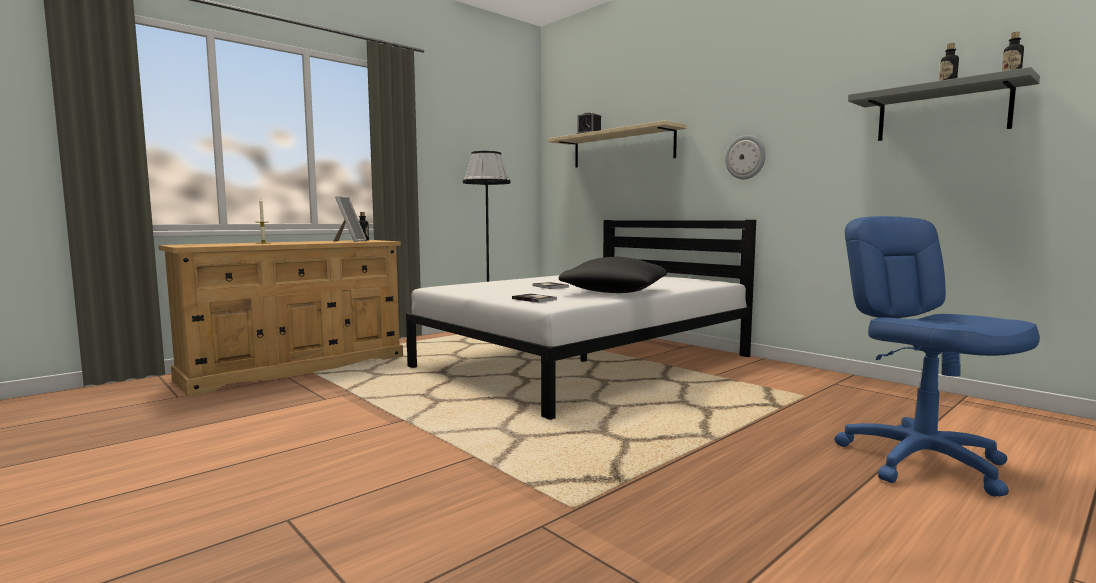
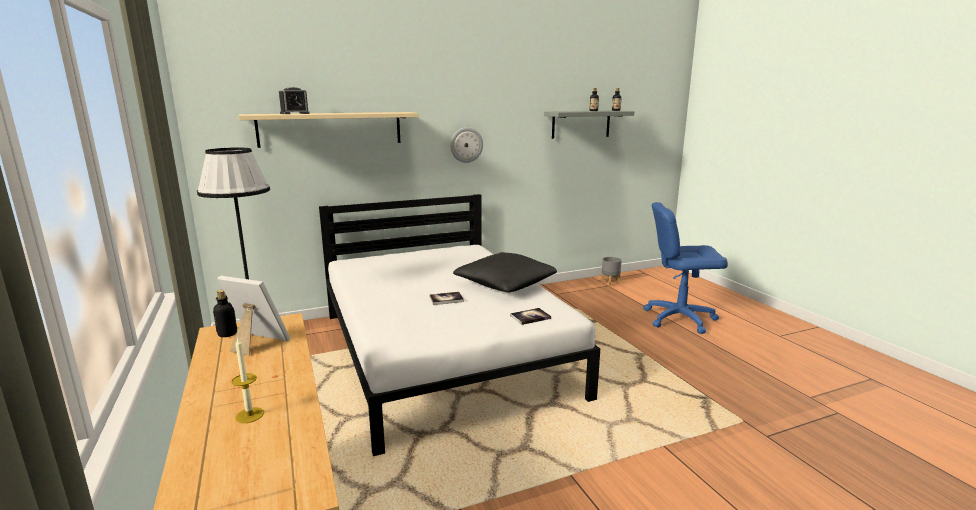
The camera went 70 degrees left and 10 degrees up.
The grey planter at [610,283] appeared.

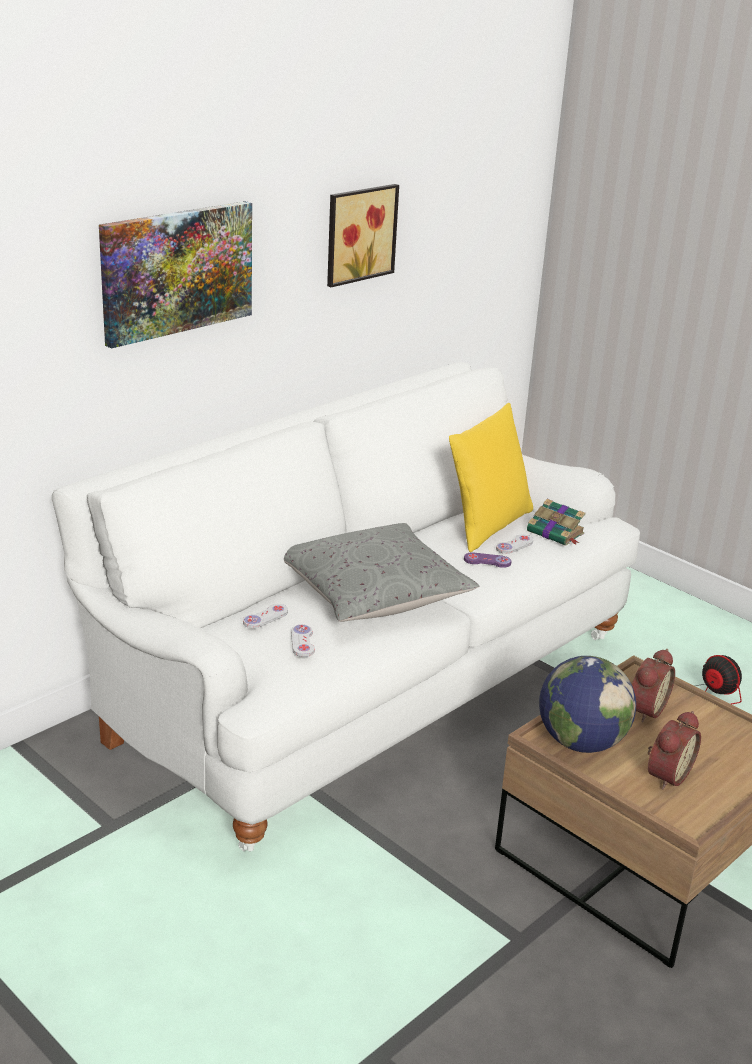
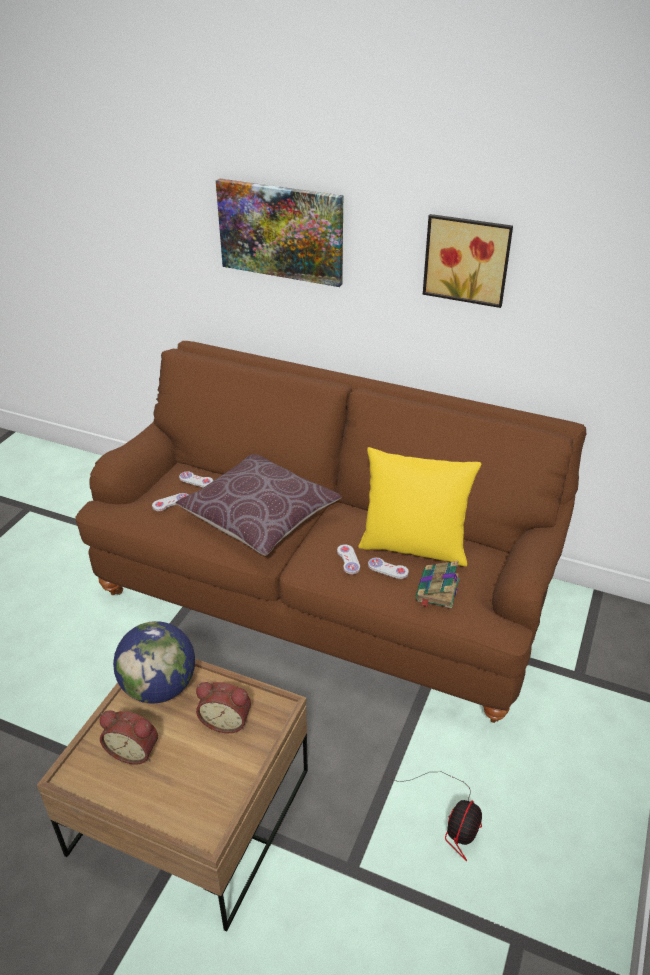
The camera went 70 degrees right and 10 degrees up.
The white sofa at [366,683] became the brown sofa at [325,593].
The grey pillow at [373,593] became the brown pillow at [259,516].
The purple game controller at [487,561] became the white game controller at [348,560].

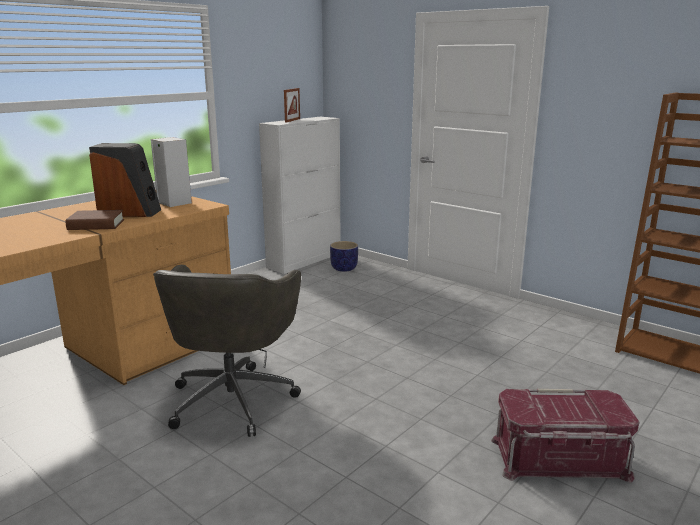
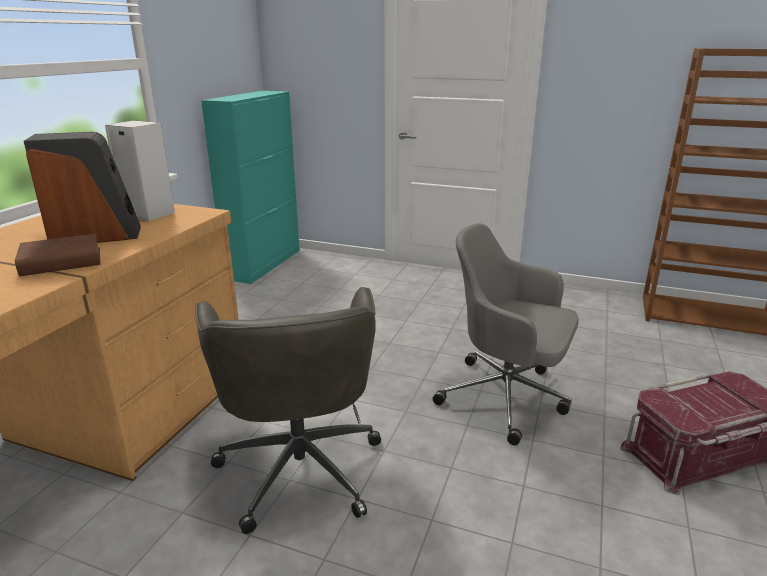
The camera went 20 degrees left and 5 degrees up.
The picture frame at [292,120] disappeared.
The planter at [344,268] disappeared.
The grey office chair at [506,397] appeared.
The white cabinet at [305,260] became the turquoise cabinet at [264,264].

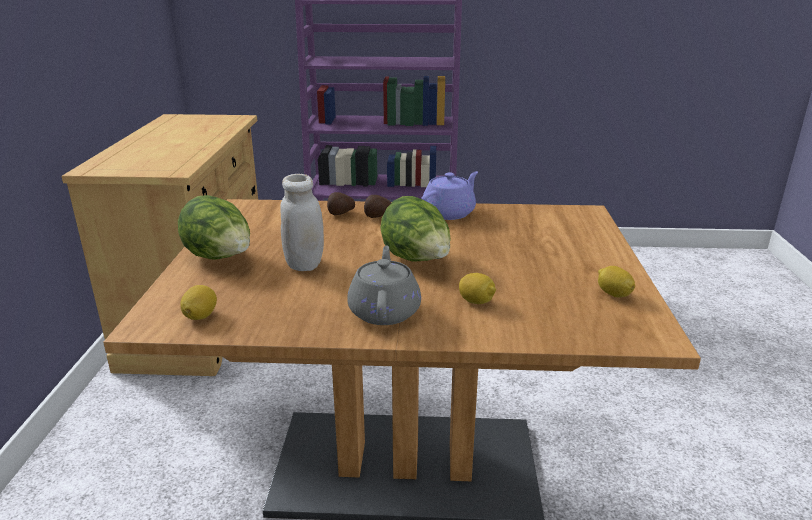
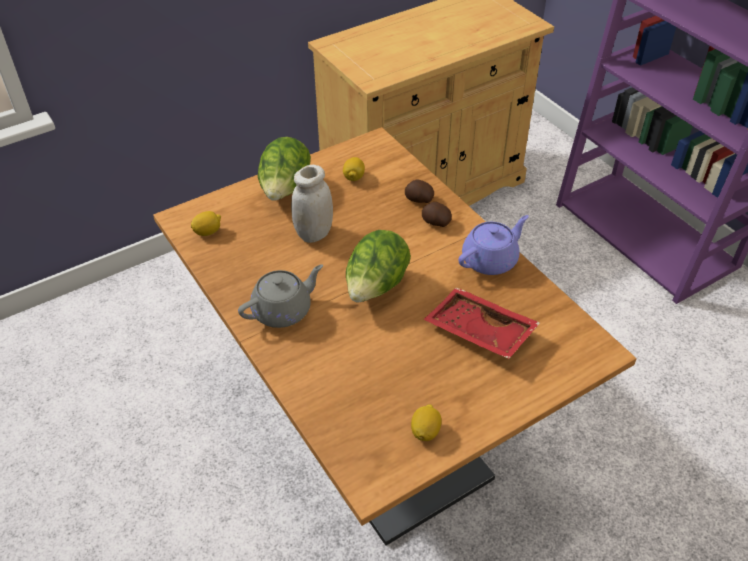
The camera went 55 degrees right and 20 degrees up.
The red tray at [478,332] appeared.
The lemon moved from [476,301] to [354,177].
The purple teapot at [449,213] turned 45 degrees counterclockwise.

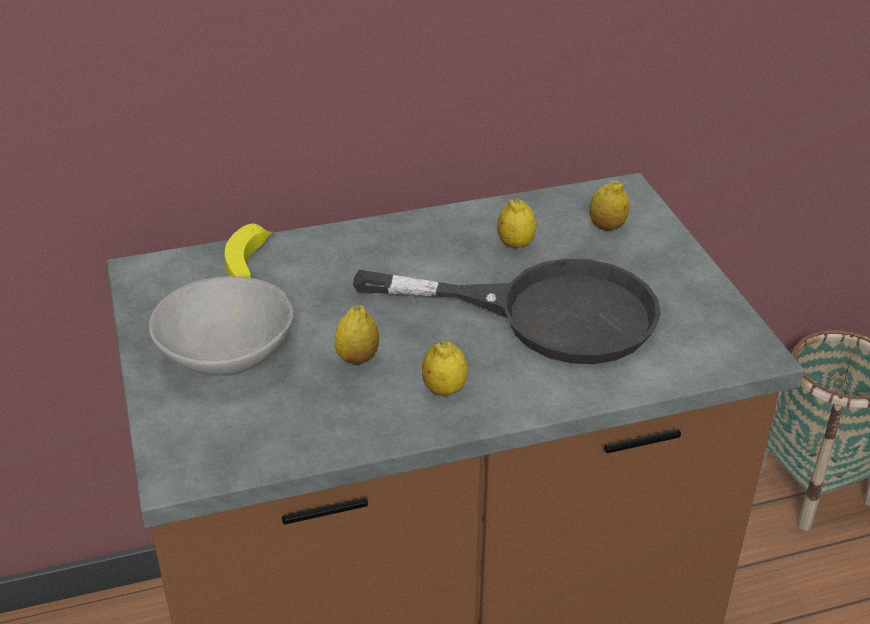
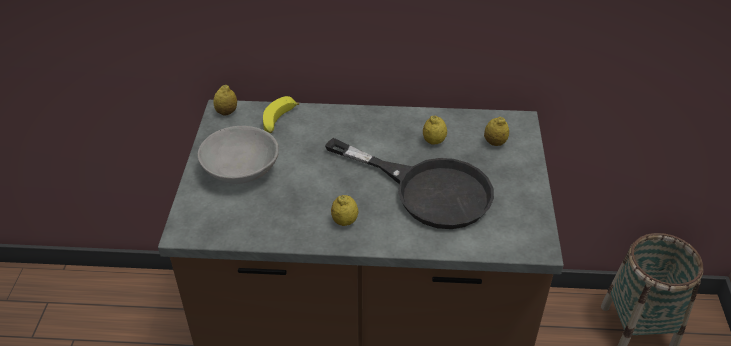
The camera went 20 degrees right and 5 degrees up.
The lemon moved from [357,358] to [226,112].

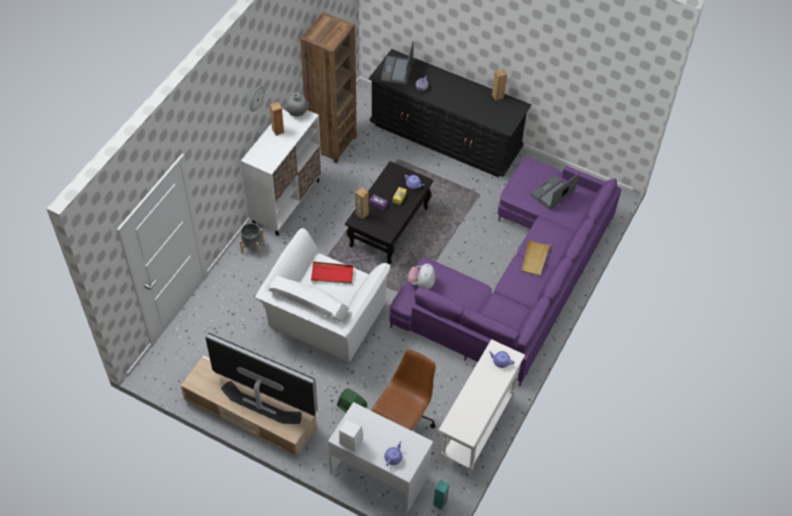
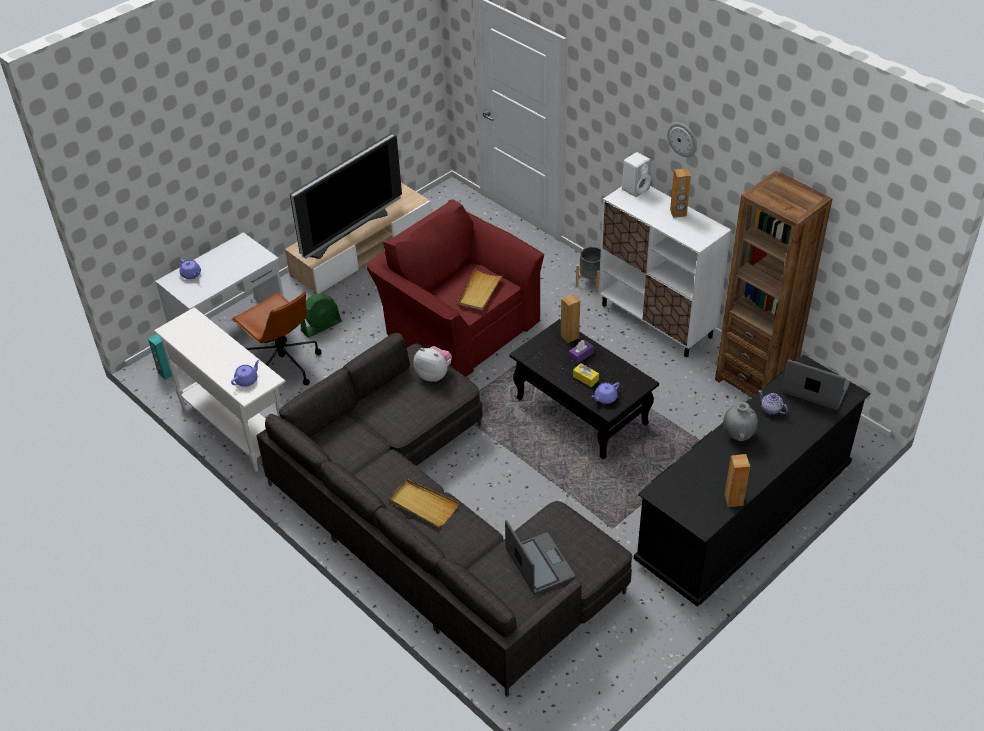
The camera went 110 degrees right and 10 degrees down.
The grey vase moved from [297,113] to [738,435].
The white speaker moved from [350,441] to [636,188].
The white armchair at [324,319] became the red armchair at [457,324].
The red tray at [332,274] became the beige tray at [479,291].
The purple sofa at [516,282] became the grey sofa at [433,527].

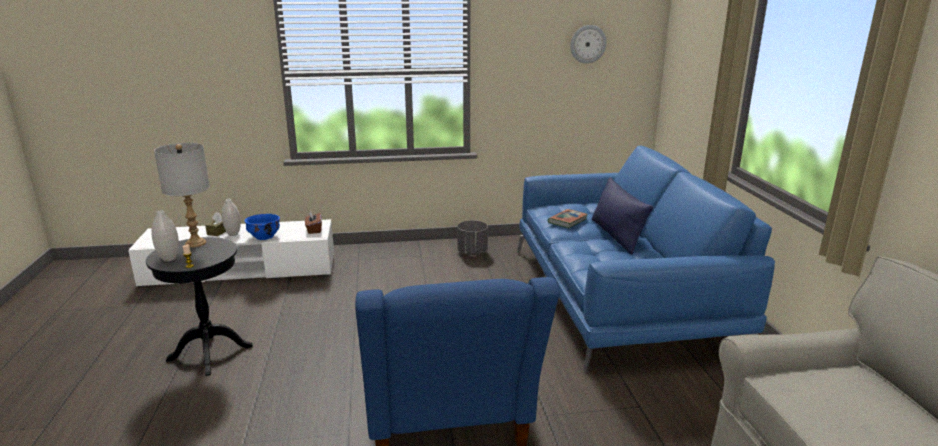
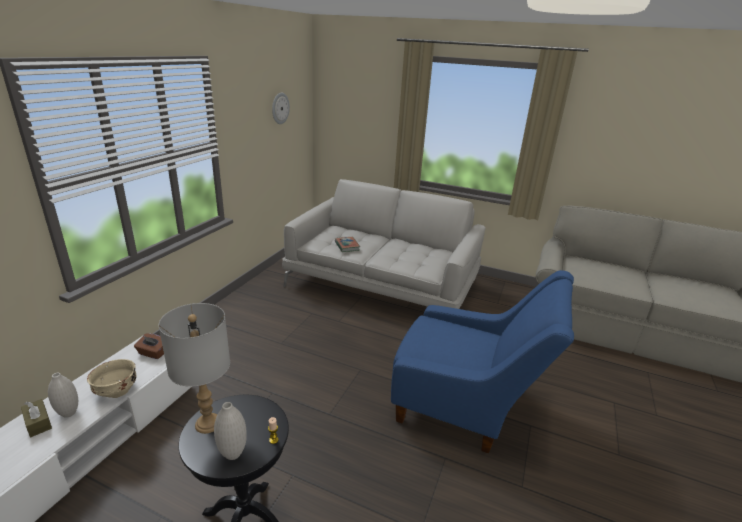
The camera went 60 degrees left and 5 degrees up.
The grey planter at [472,252] disappeared.
The blue pillow at [616,235] disappeared.
The blue bowl at [264,237] became the beige bowl at [117,391].
The blue sofa at [619,297] became the grey sofa at [383,283].

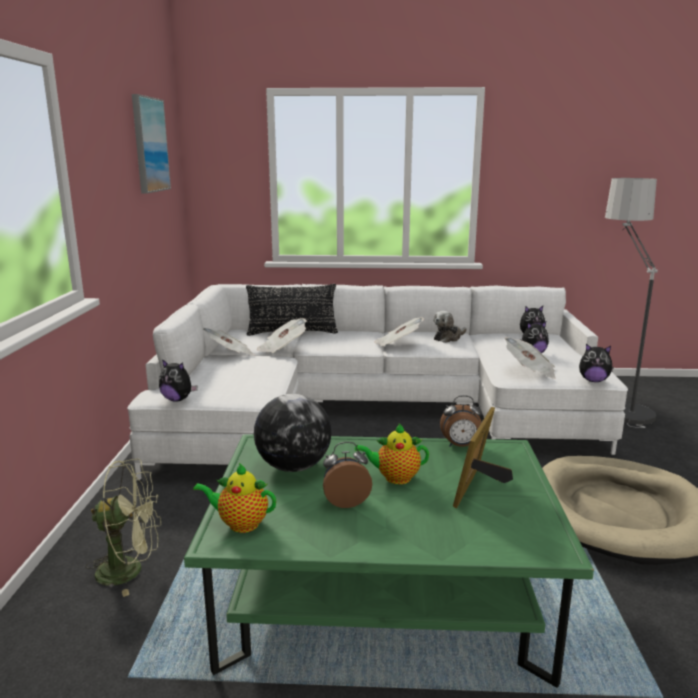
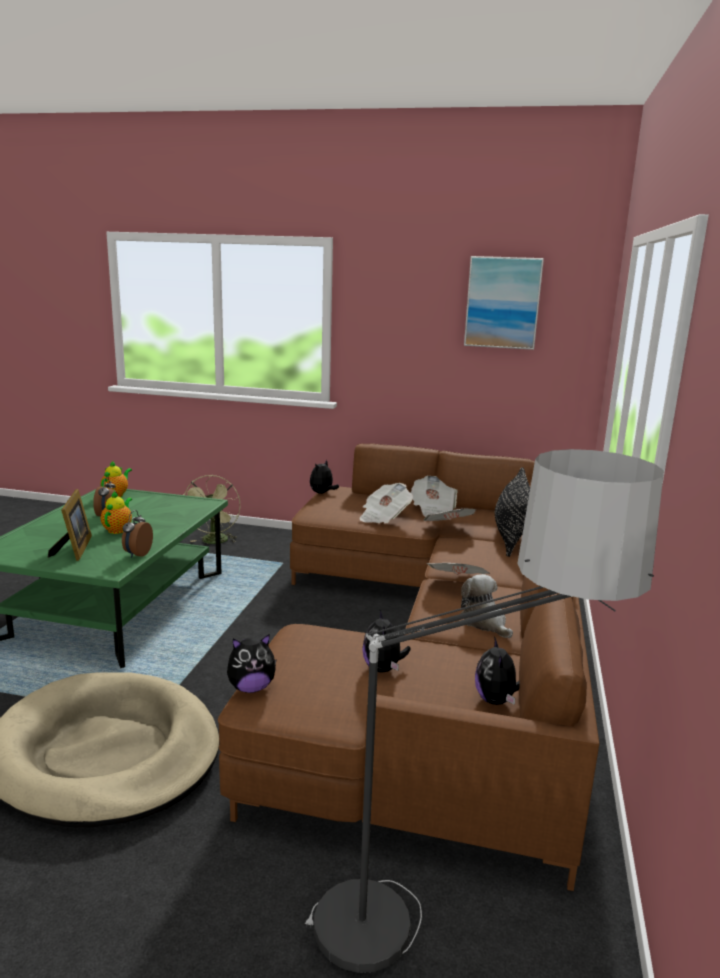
The camera went 100 degrees right and 0 degrees up.
The globe at [293,467] disappeared.
The newspaper moved from [530,371] to [383,517].
The white sofa at [370,412] became the brown sofa at [436,646].
The picture frame at [478,487] turned 45 degrees clockwise.
The plush toy at [593,380] turned 135 degrees counterclockwise.

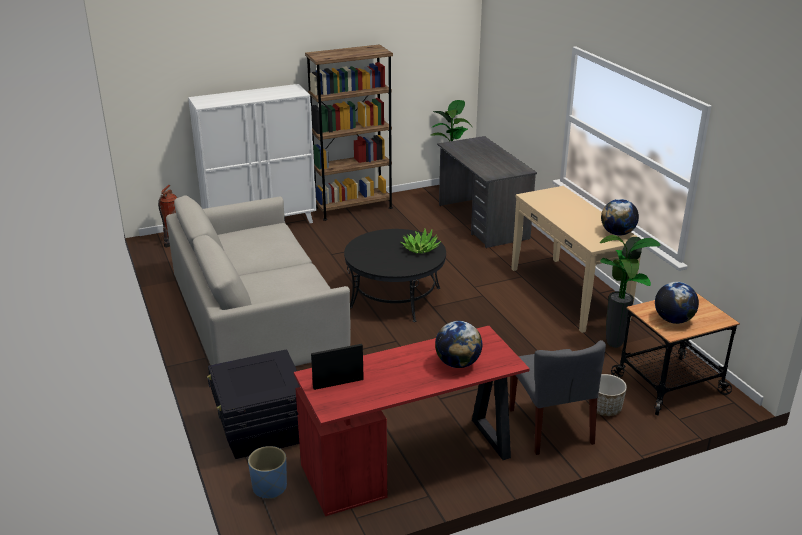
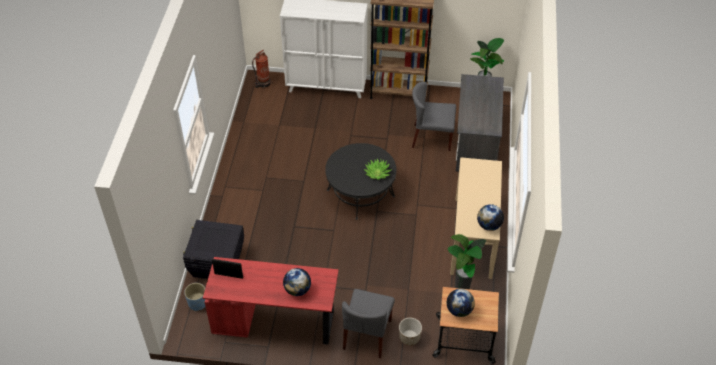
The camera went 30 degrees right and 20 degrees up.
The grey sofa at [255,311] disappeared.
The grey chair at [431,137] appeared.

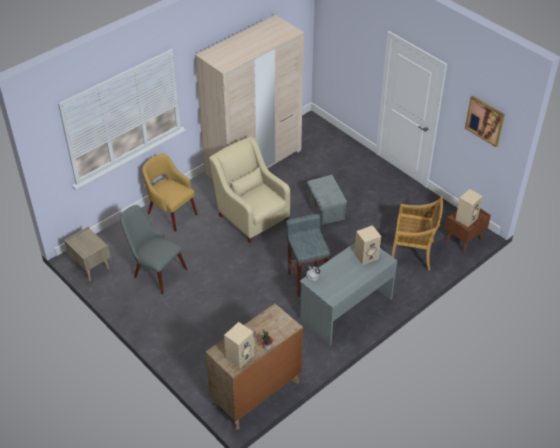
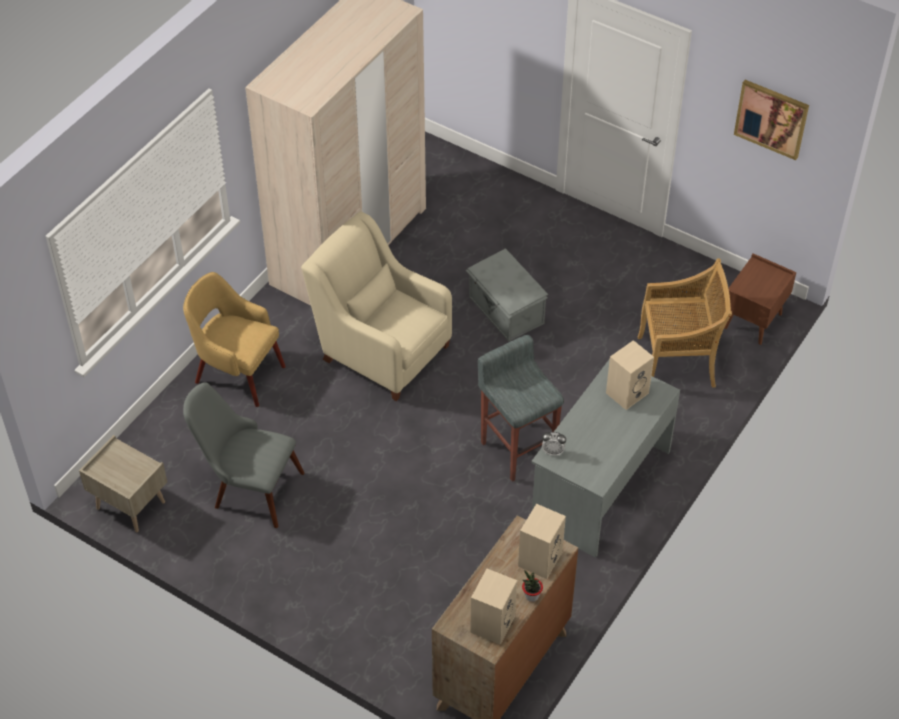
The camera went 15 degrees left and 5 degrees up.
The beige speaker moved from [466,218] to [539,558].

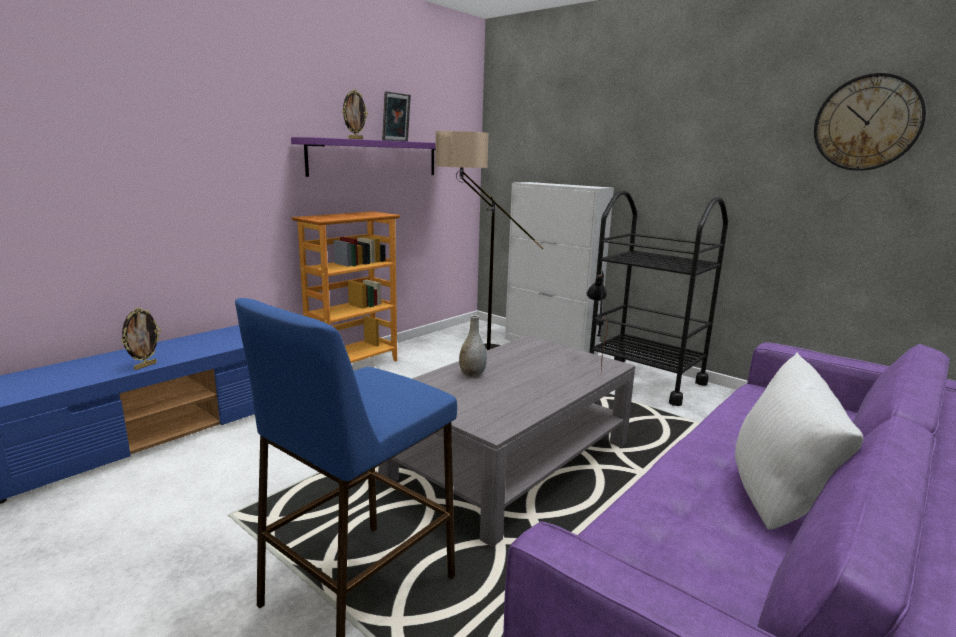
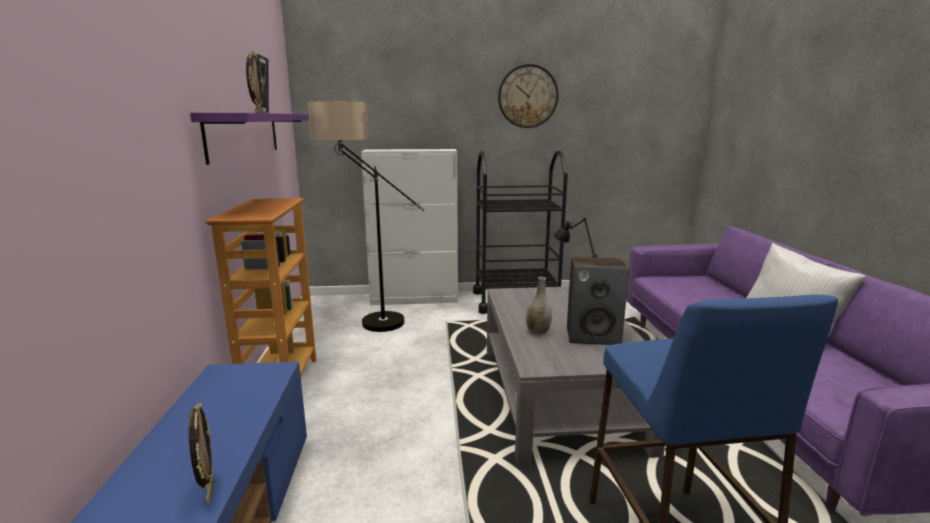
The camera went 45 degrees left and 0 degrees up.
The speaker at [593,336] appeared.
The wall clock moved from [867,123] to [527,96].

